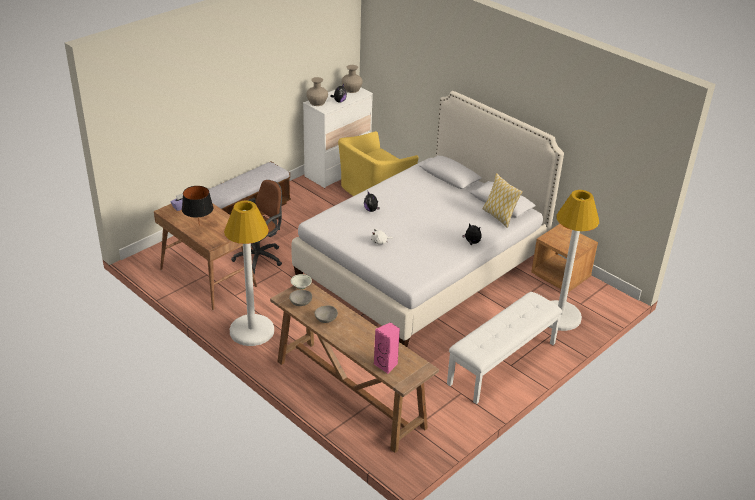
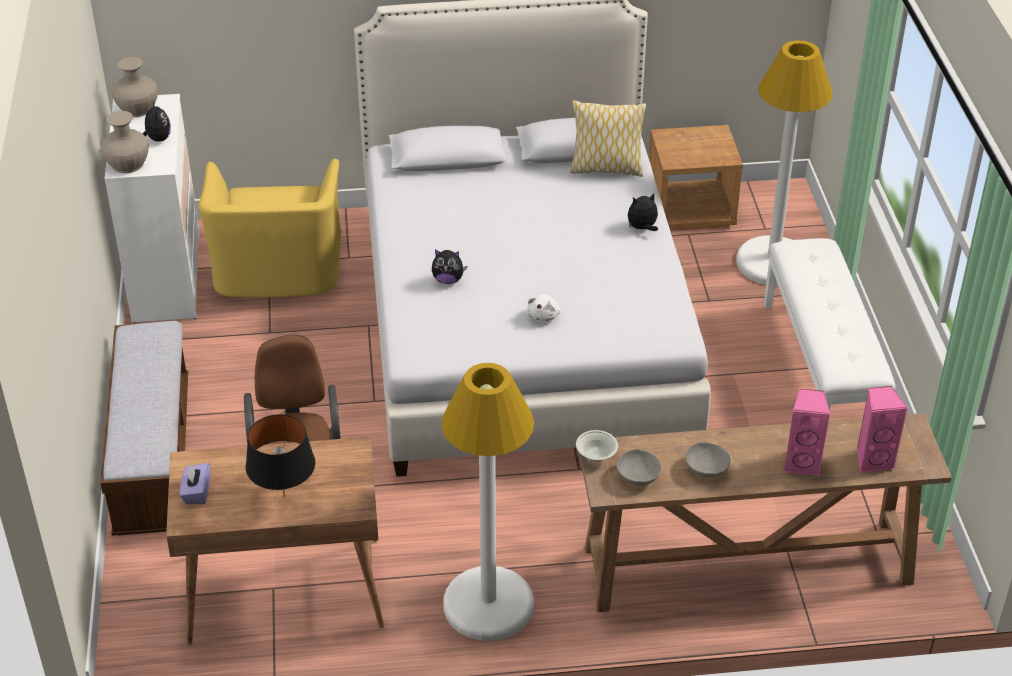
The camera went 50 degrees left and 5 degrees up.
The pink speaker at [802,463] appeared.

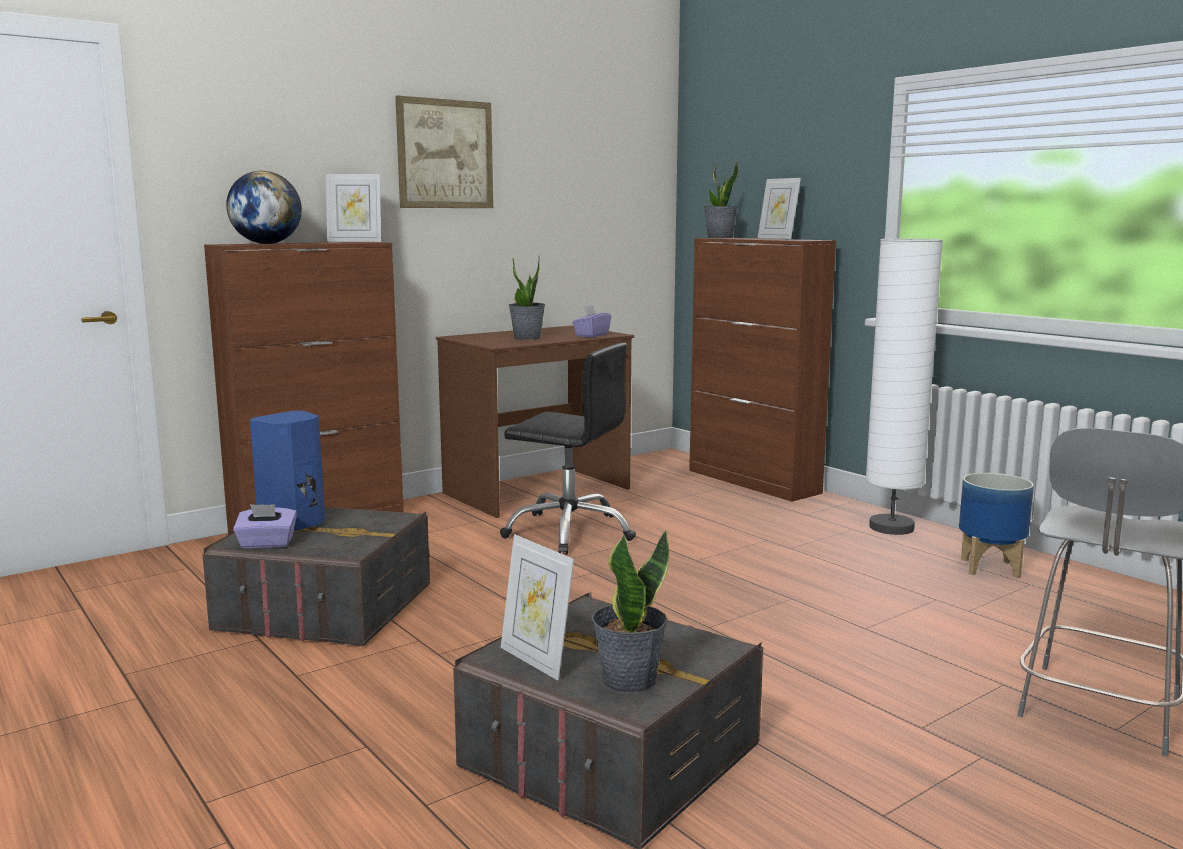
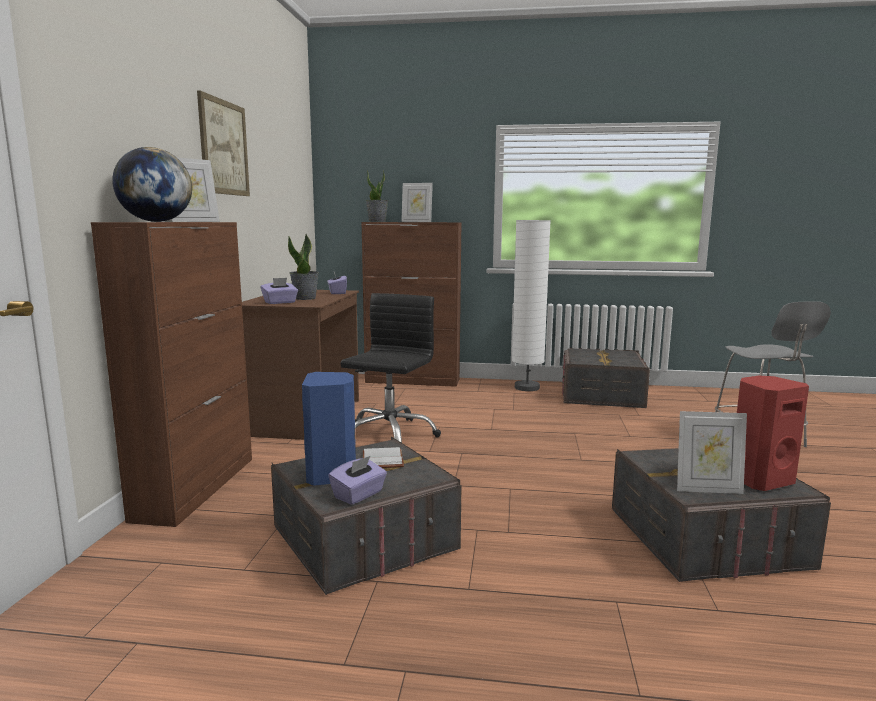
The camera went 45 degrees left and 0 degrees up.
The purple tissue box at [280,302] appeared.
The white book at [384,460] appeared.
The potted plant at [628,680] was replaced by the red speaker at [759,480].
The planter at [991,568] was replaced by the grey storage box at [601,395].
The black office chair at [569,531] turned 45 degrees counterclockwise.

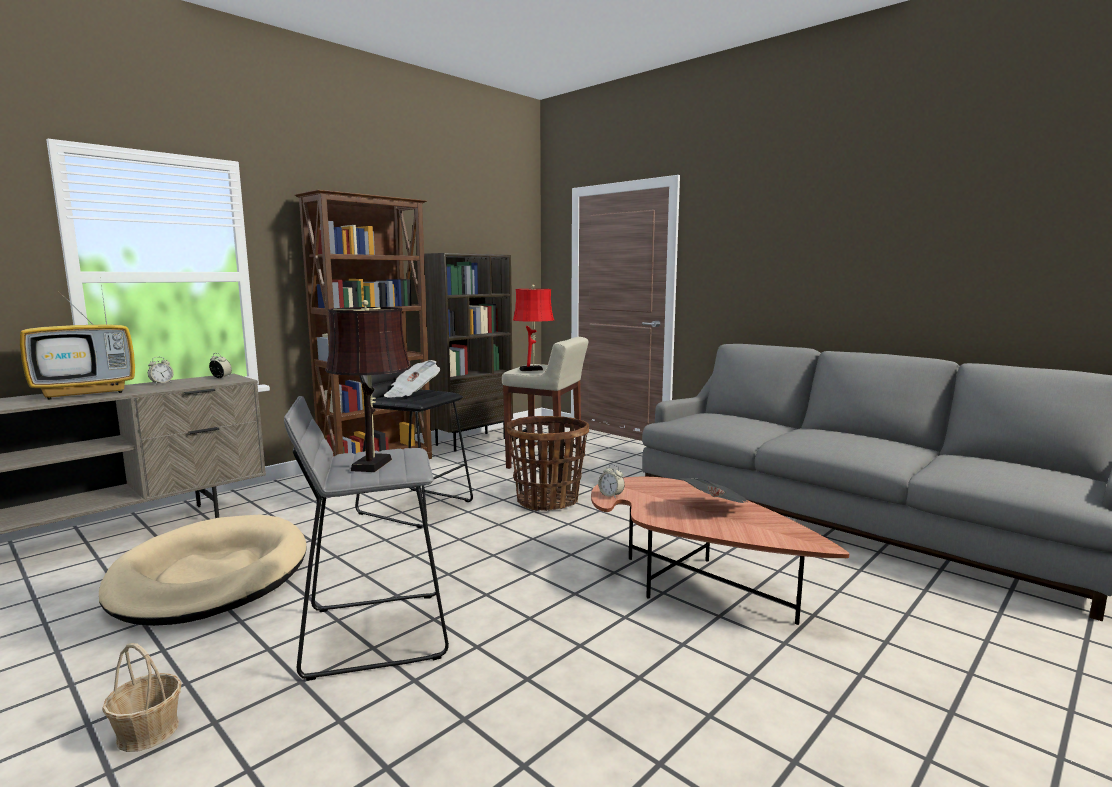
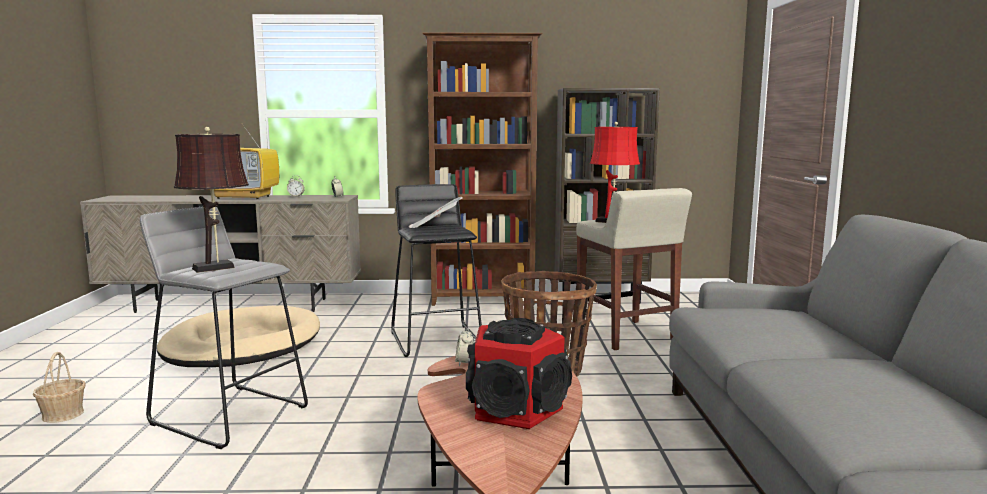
The camera went 45 degrees right and 0 degrees up.
The newspaper at [716,509] was replaced by the speaker at [516,409].

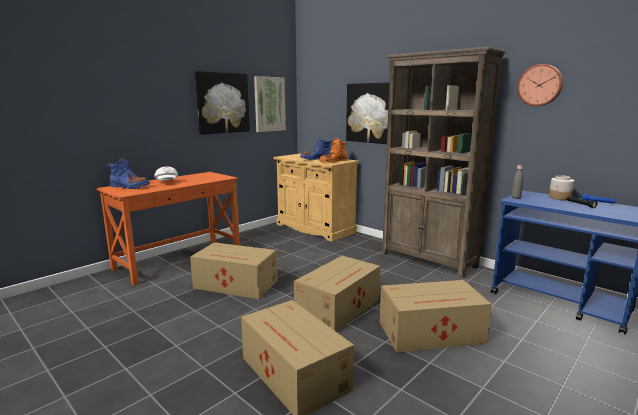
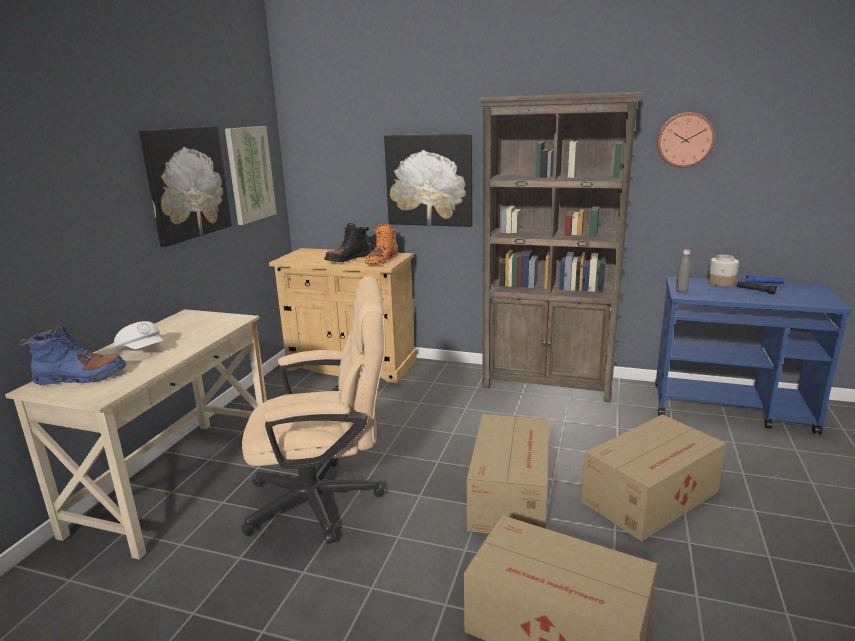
The camera went 25 degrees left and 5 degrees up.
The cardboard box at [236,284] was replaced by the beige office chair at [326,500].
The orange desk at [179,260] became the beige desk at [177,480].
The blue boot at [316,159] became the black boot at [348,259].

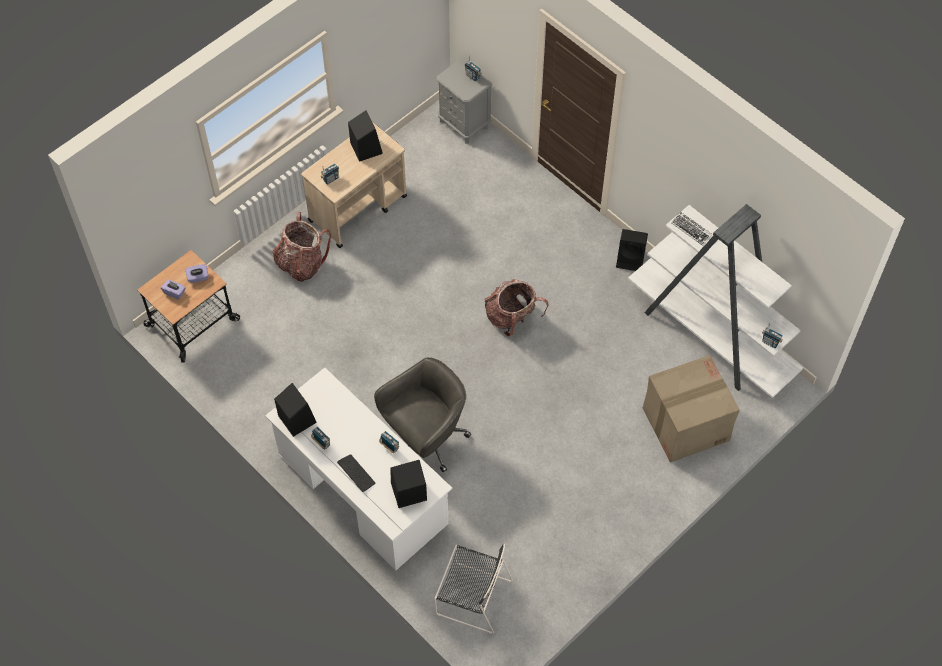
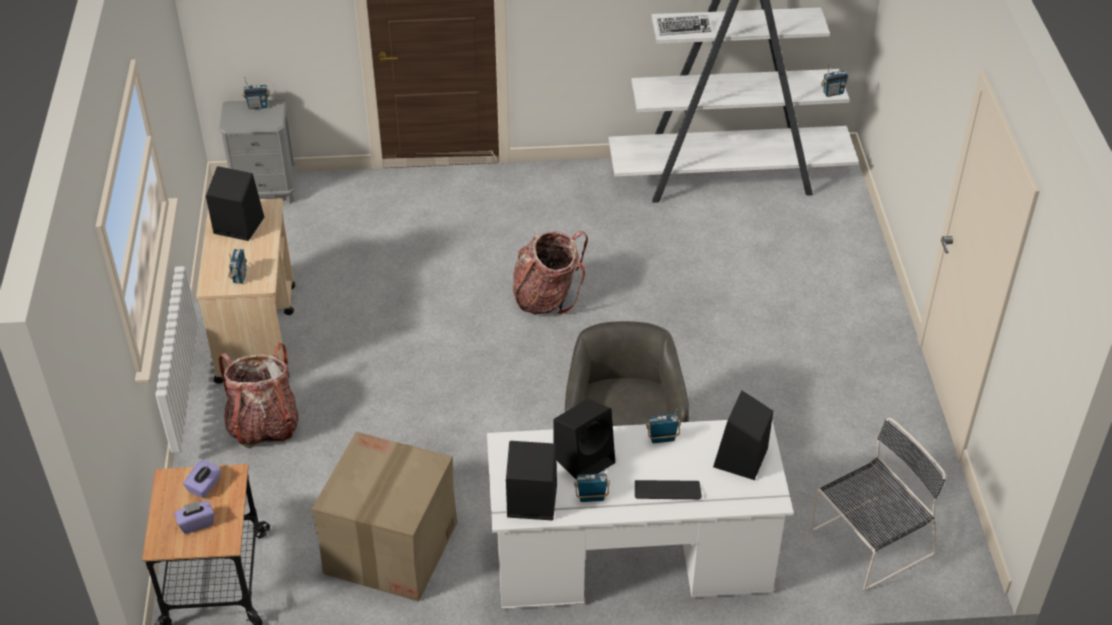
The camera went 50 degrees left and 15 degrees down.
The black speaker moved from [631,259] to [585,459].
The cardboard box moved from [685,424] to [390,548].

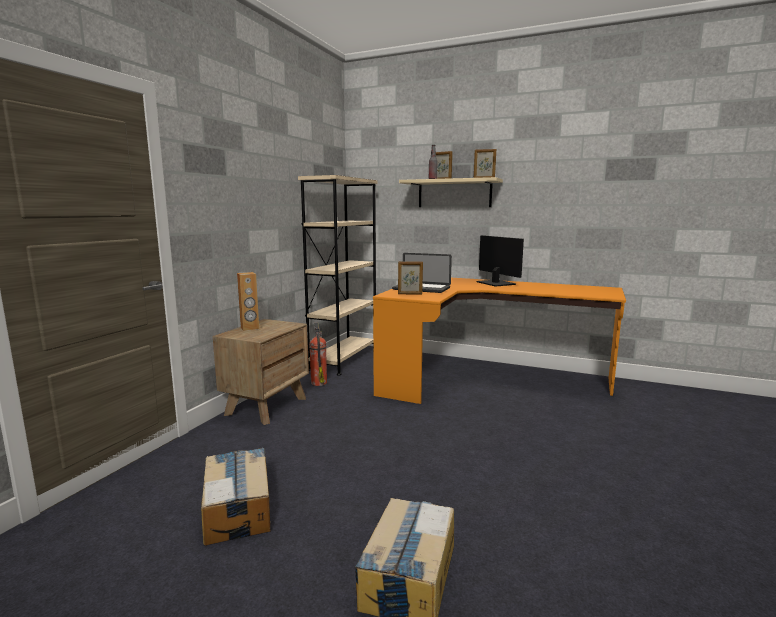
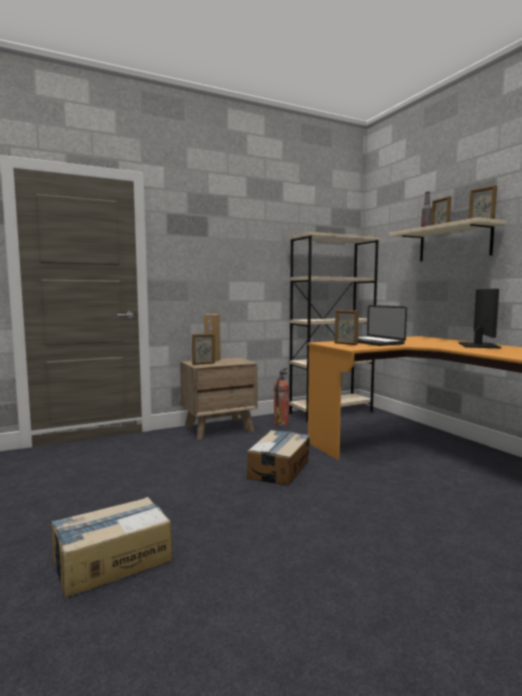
The camera went 40 degrees right and 5 degrees down.
The picture frame at [203,364] appeared.
The cardboard box moved from [238,508] to [279,469].

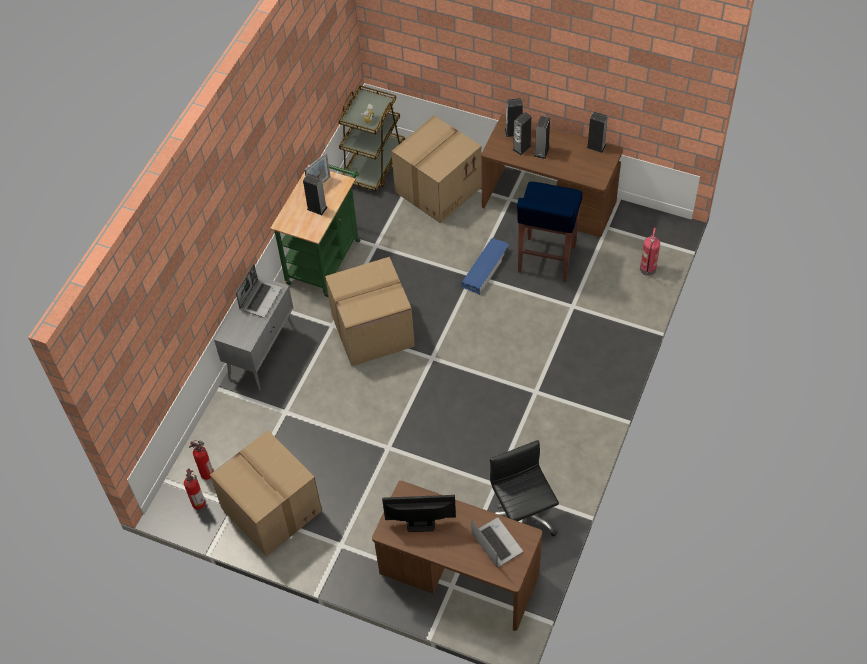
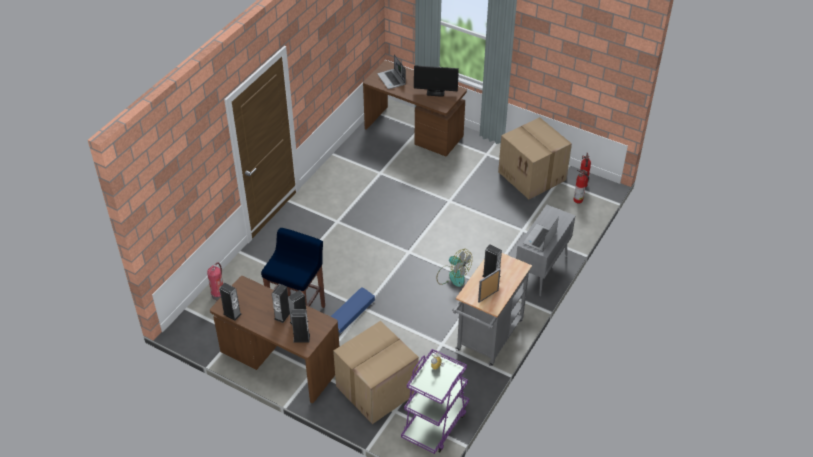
The camera went 175 degrees left and 10 degrees down.
The black office chair at [522,518] disappeared.
The cardboard box at [372,331] was replaced by the fan at [453,275].
The green cart at [325,257] became the grey cart at [487,339].
The brown cart at [373,165] became the purple cart at [435,424].

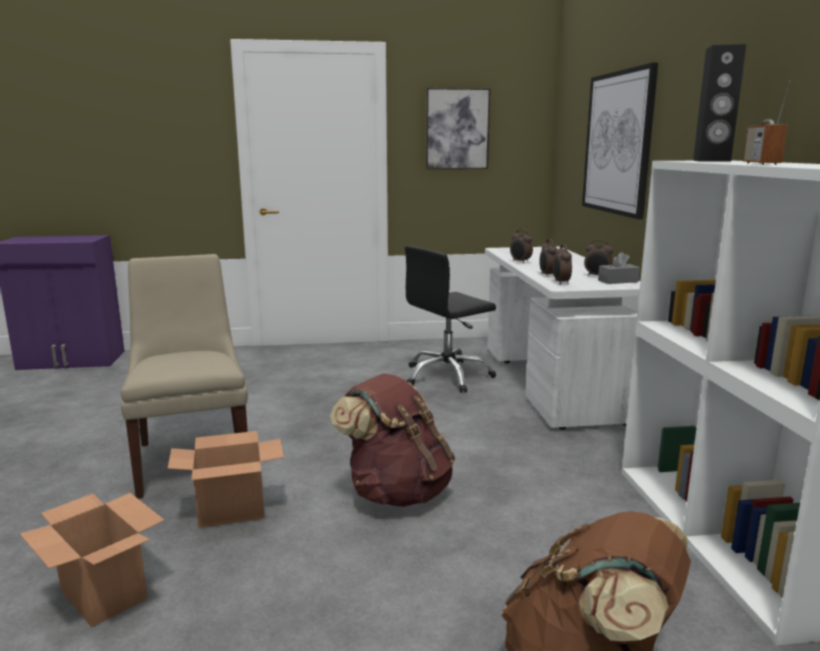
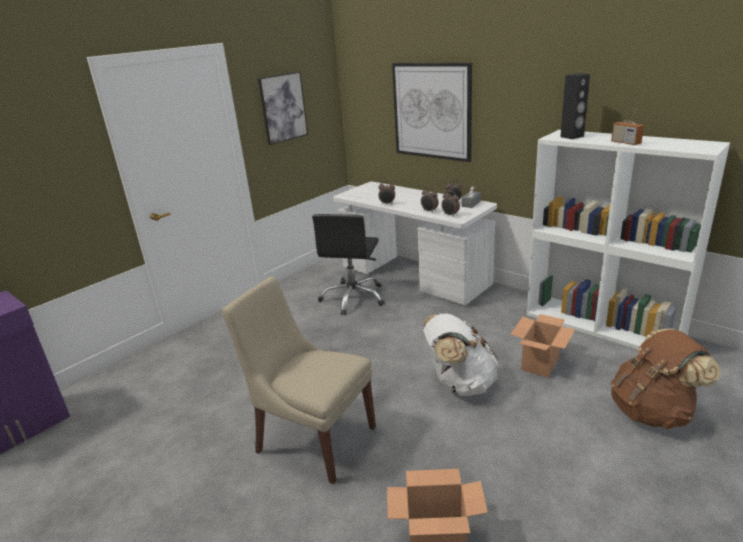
The camera went 40 degrees left and 10 degrees up.
The cardboard box moved from [232,510] to [540,363].
The brown backpack at [396,492] became the white backpack at [459,384].

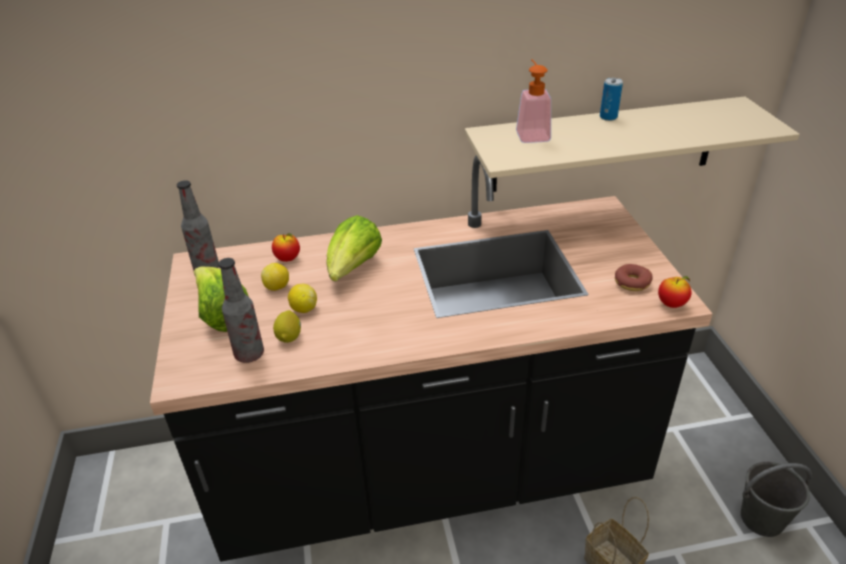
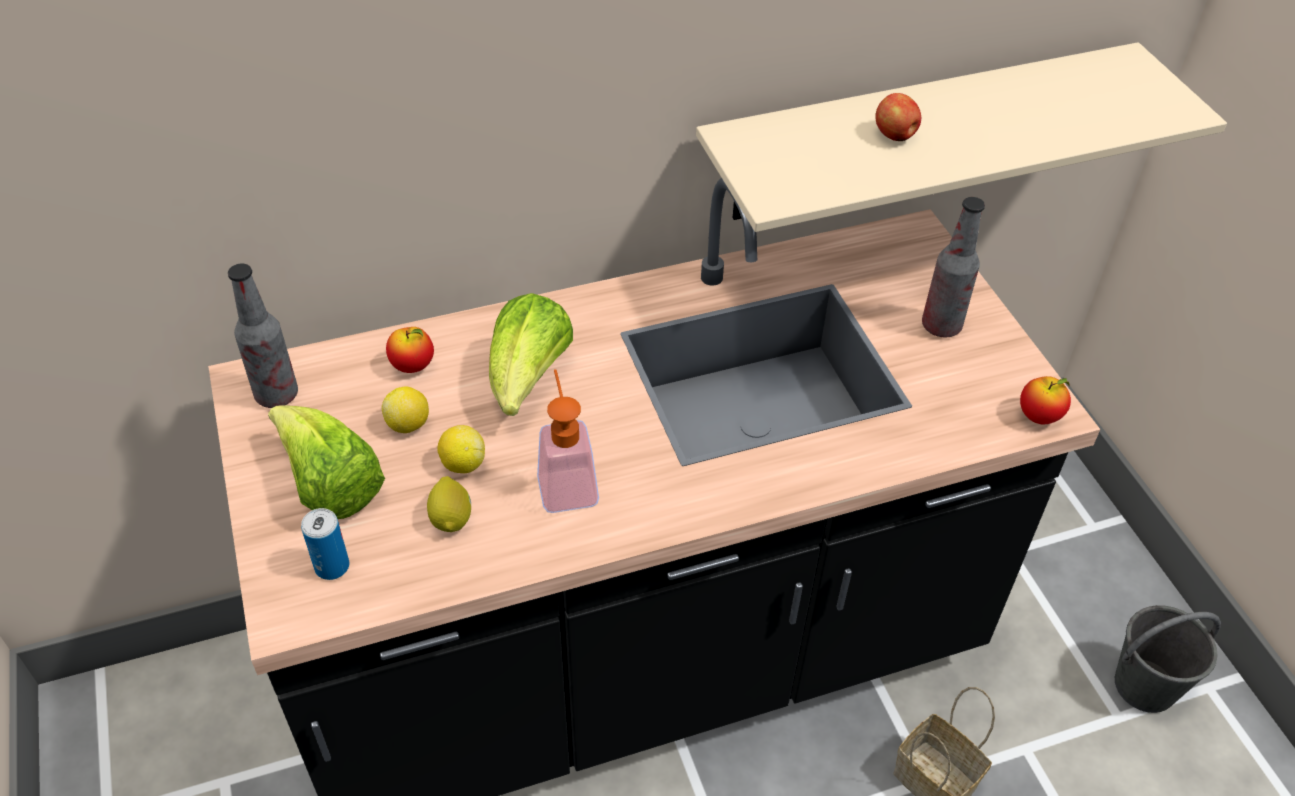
The camera went 10 degrees left and 10 degrees up.
The donut at [632,283] disappeared.
The apple at [895,135] appeared.
The bottle moved from [249,354] to [941,326].
The soap dispenser moved from [531,134] to [566,481].
The can moved from [608,117] to [332,566].

